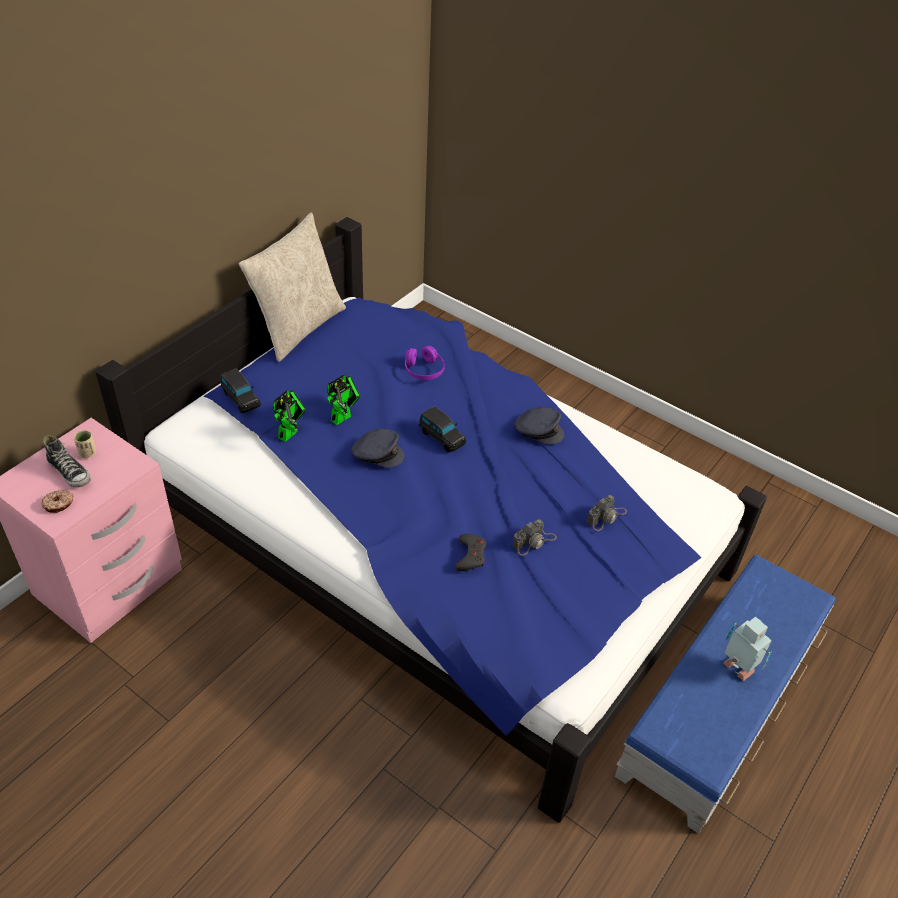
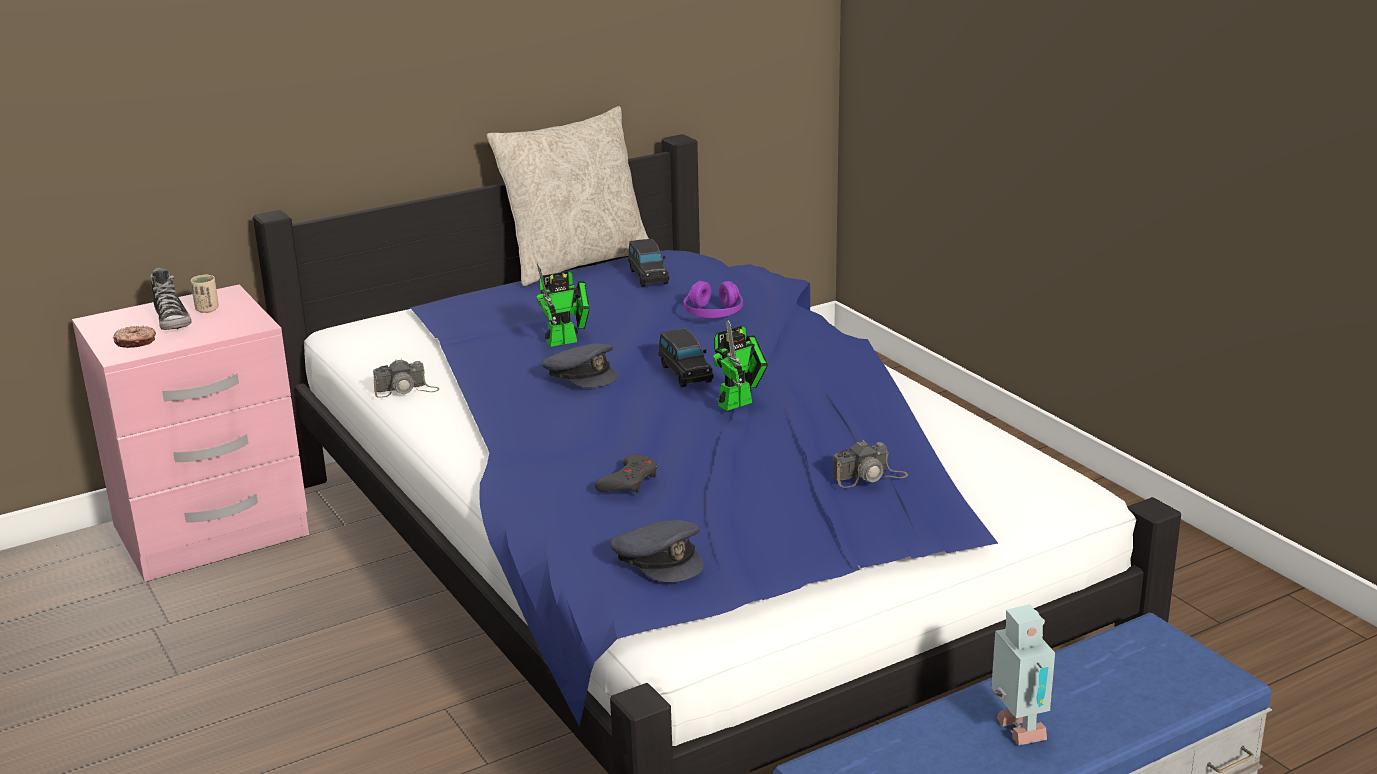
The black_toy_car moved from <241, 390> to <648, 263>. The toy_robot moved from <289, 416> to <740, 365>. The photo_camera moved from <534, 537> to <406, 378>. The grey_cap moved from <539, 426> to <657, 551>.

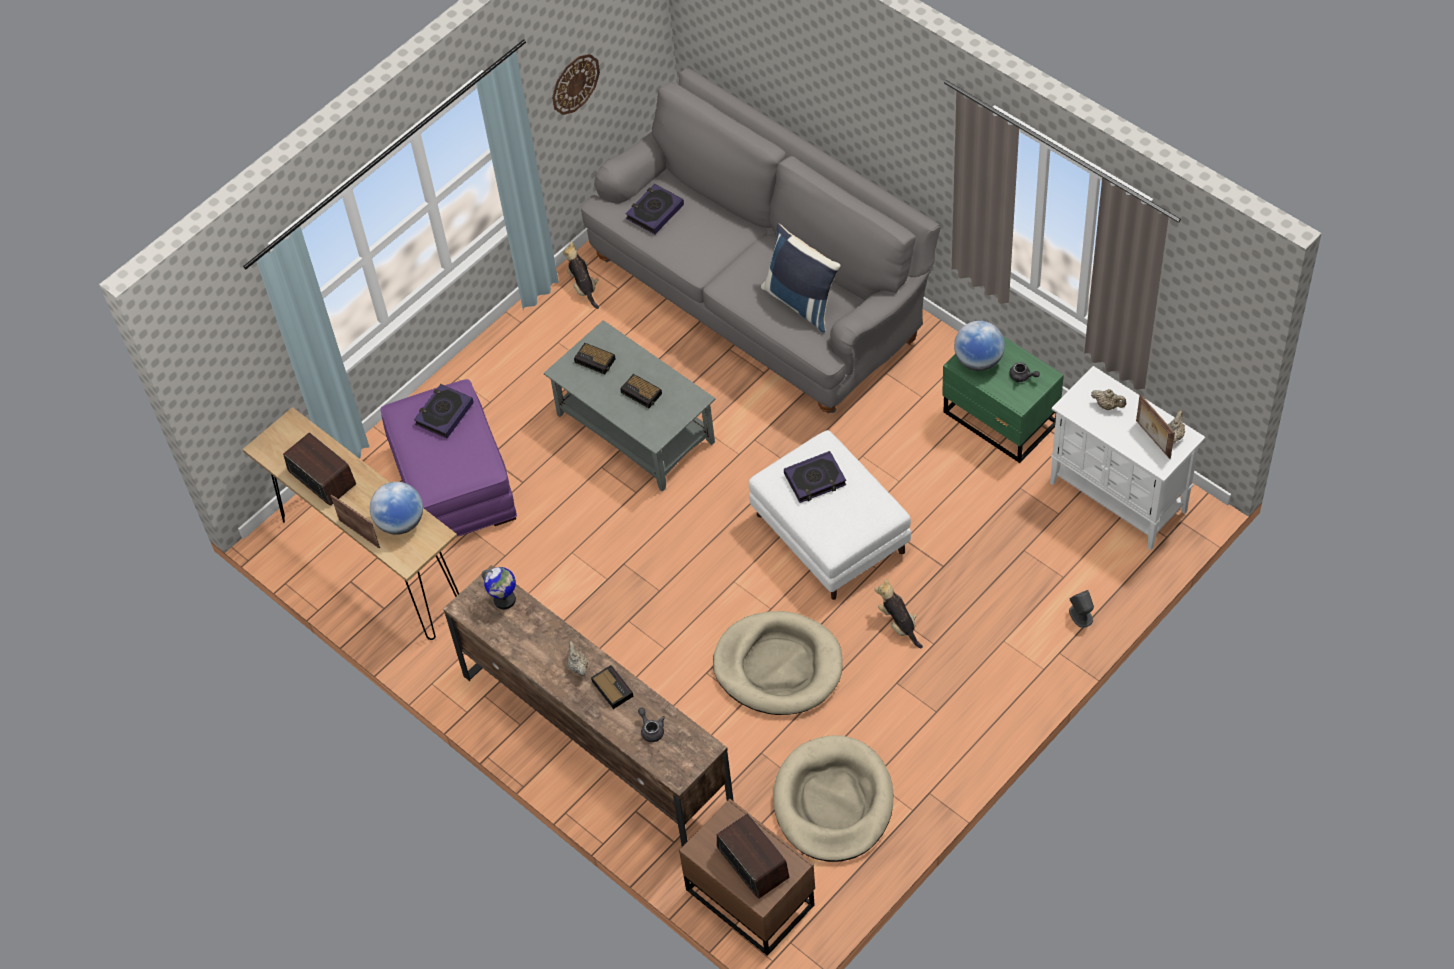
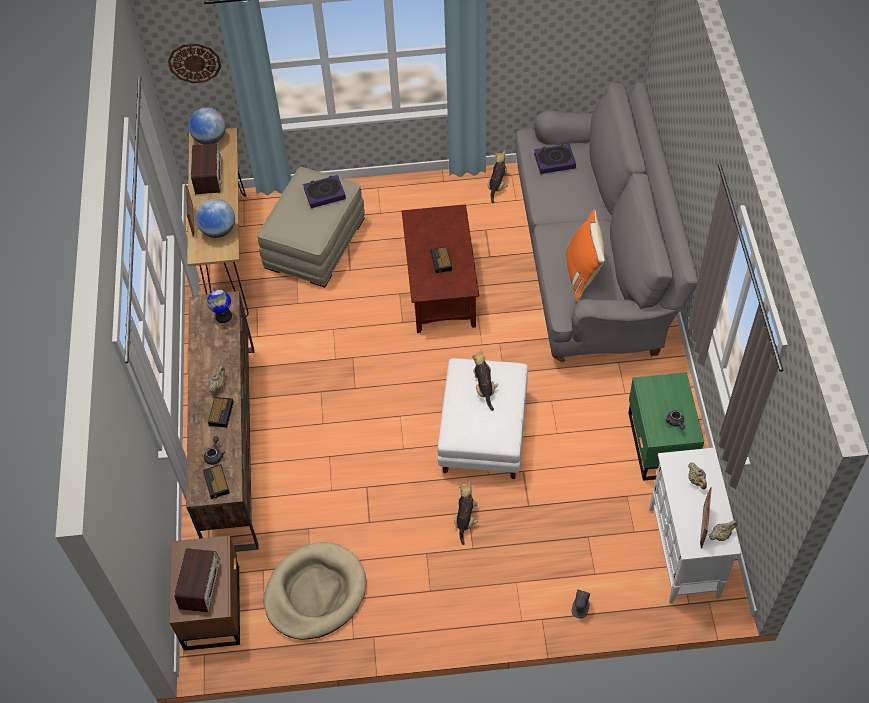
The purple_ottoman at <448, 458> became the beige_ottoman at <311, 227>. The grey_coffee_table at <629, 406> became the brown_coffee_table at <440, 268>. The wall_clock moved from <576, 84> to <194, 63>. The alarm_clock moved from <595, 358> to <216, 481>. The beige_dog_bed at <778, 663> disappeared. The blue_pillow at <801, 278> became the orange_pillow at <585, 255>. The book at <815, 477> was replaced by the plush_toy at <485, 380>. The globe moved from <979, 346> to <207, 126>.

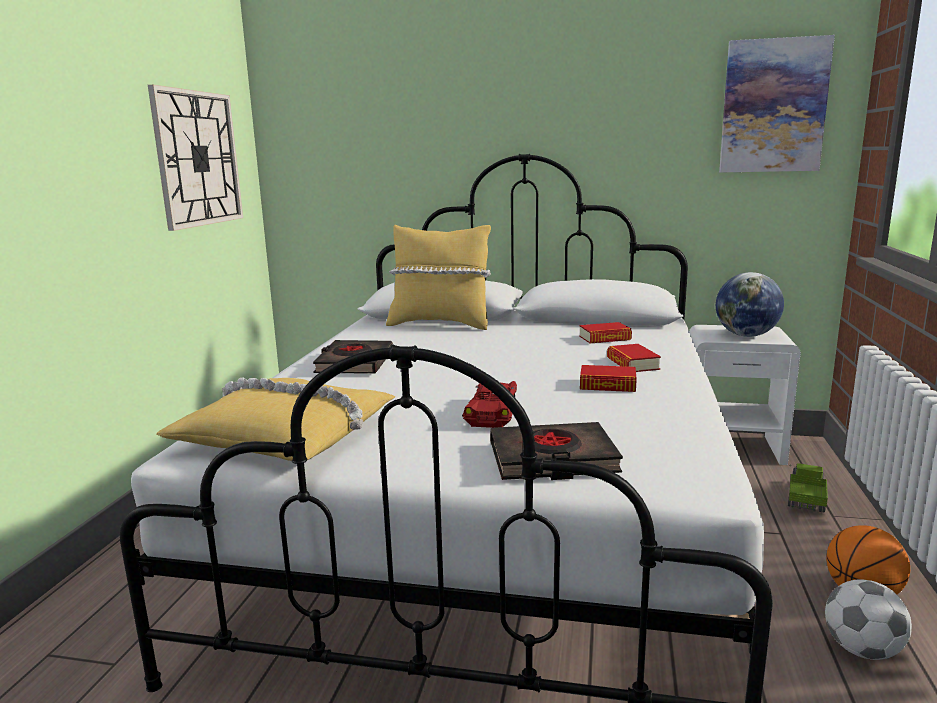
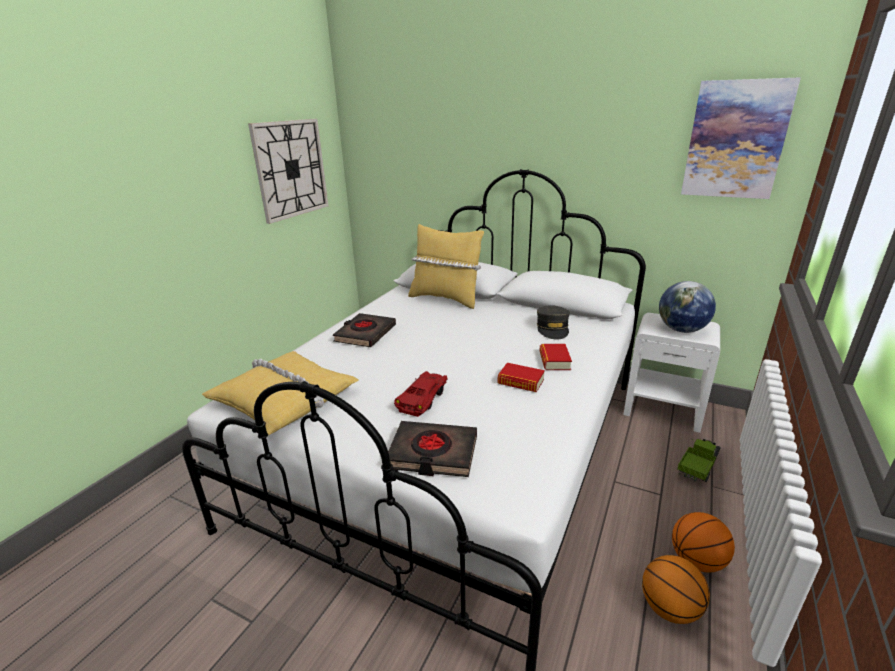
The book at <605, 332> was replaced by the grey_cap at <553, 322>. The football at <868, 619> was replaced by the basketball at <676, 589>.

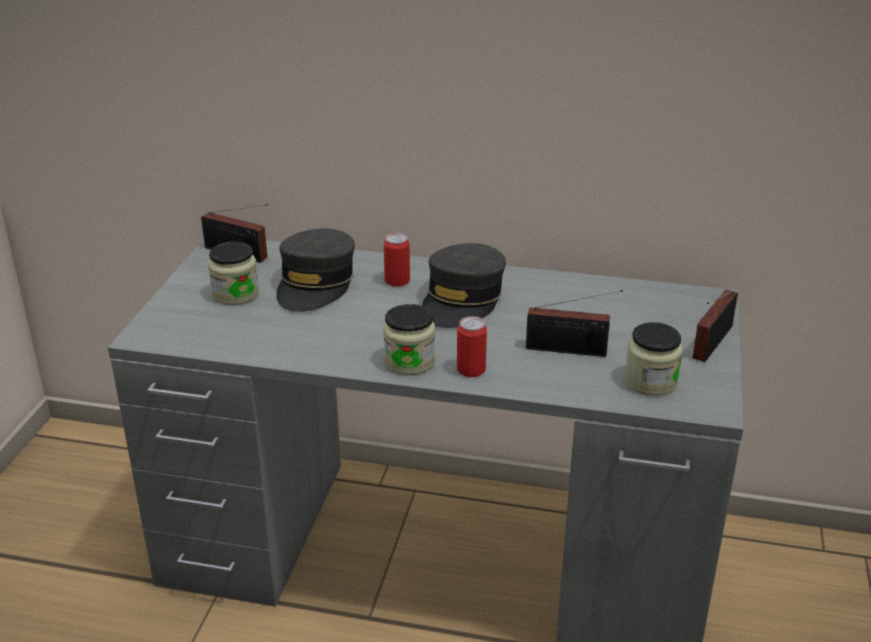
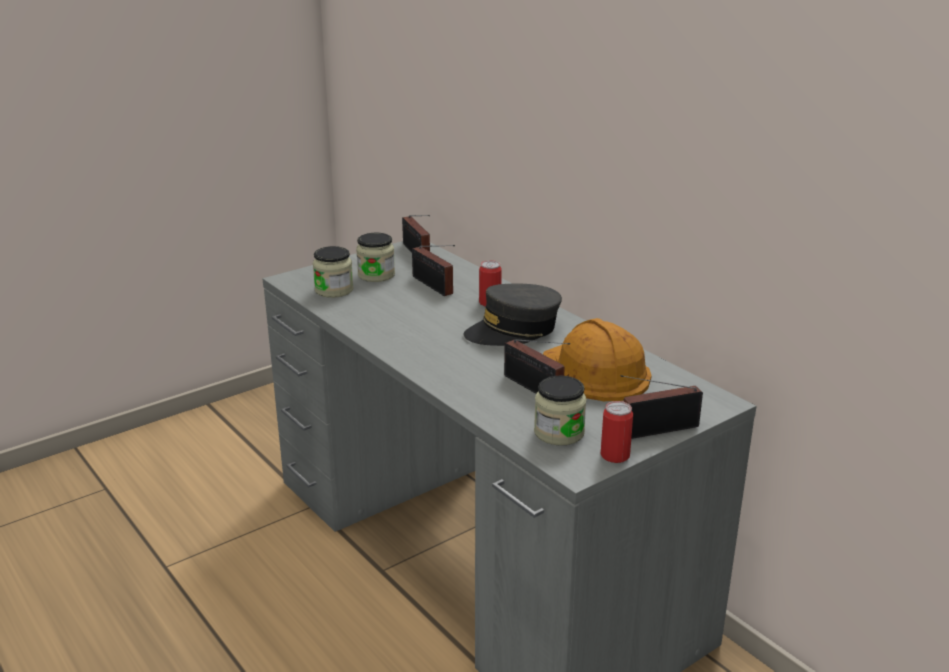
The grey_cap at <315, 270> was replaced by the radio at <433, 270>. The jar moved from <409, 339> to <333, 272>. The can moved from <472, 346> to <617, 432>. The orange_hard_hat at <597, 359> appeared.

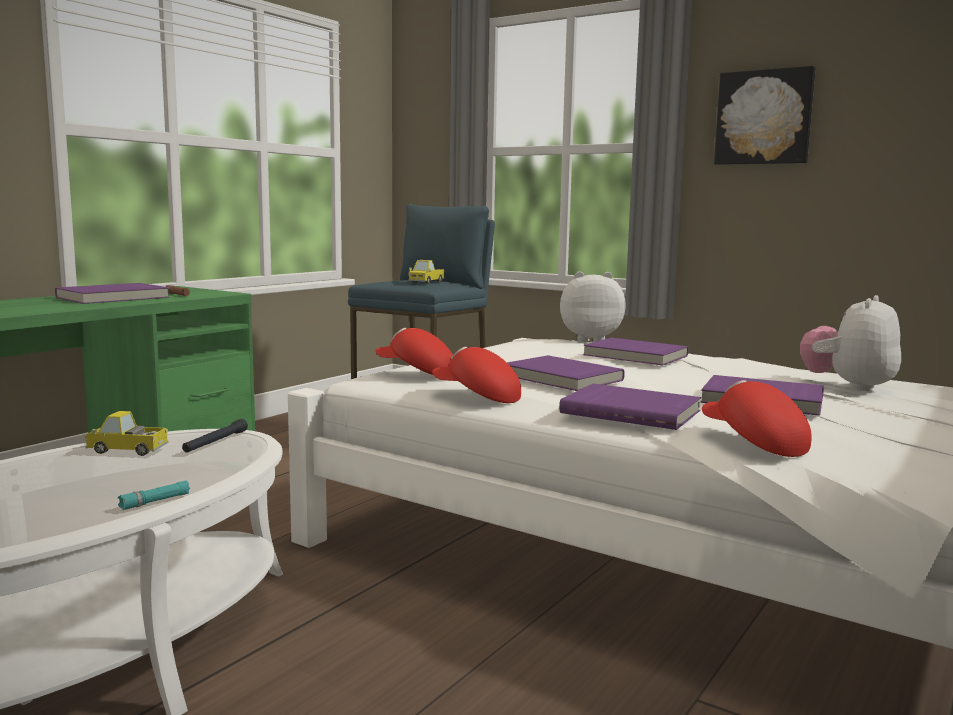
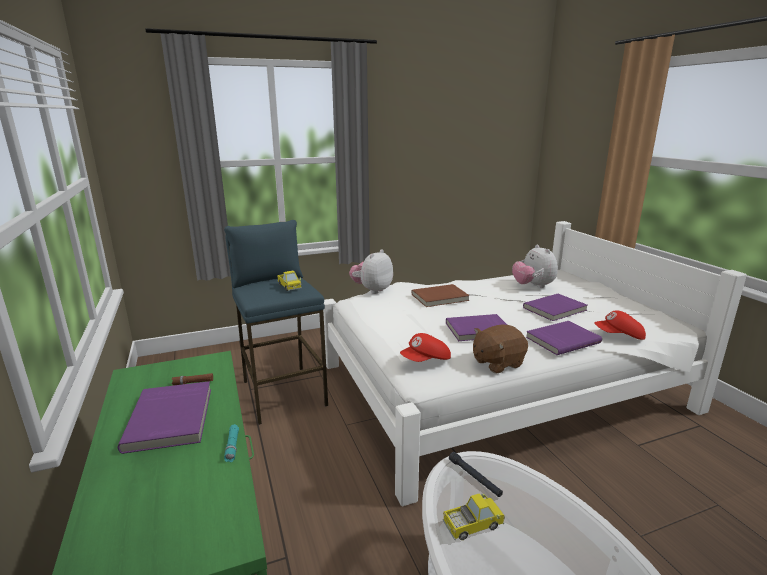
The toy_truck at <126, 433> turned 150 degrees counterclockwise. The turquoise_flashlight moved from <154, 495> to <231, 443>. The red_cap at <477, 374> was replaced by the brown_plush_toy at <500, 349>. The purple_book at <636, 351> became the brown_book at <441, 295>. The picture at <764, 115> disappeared.

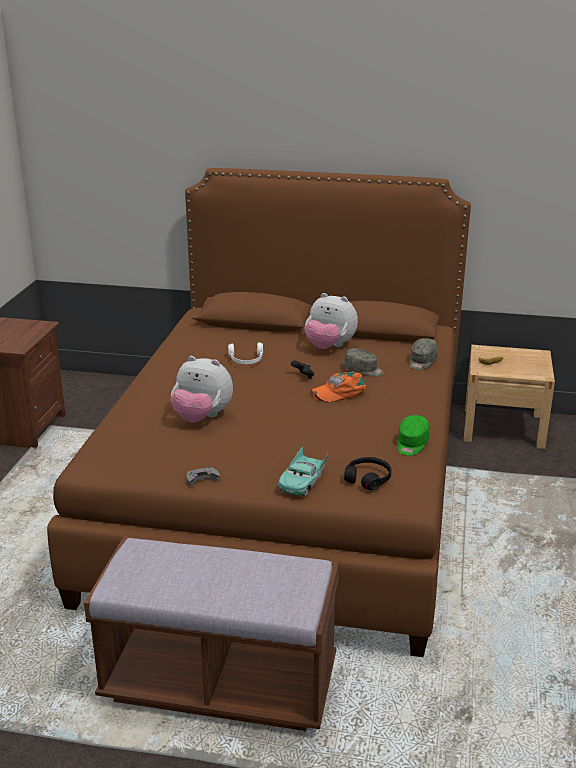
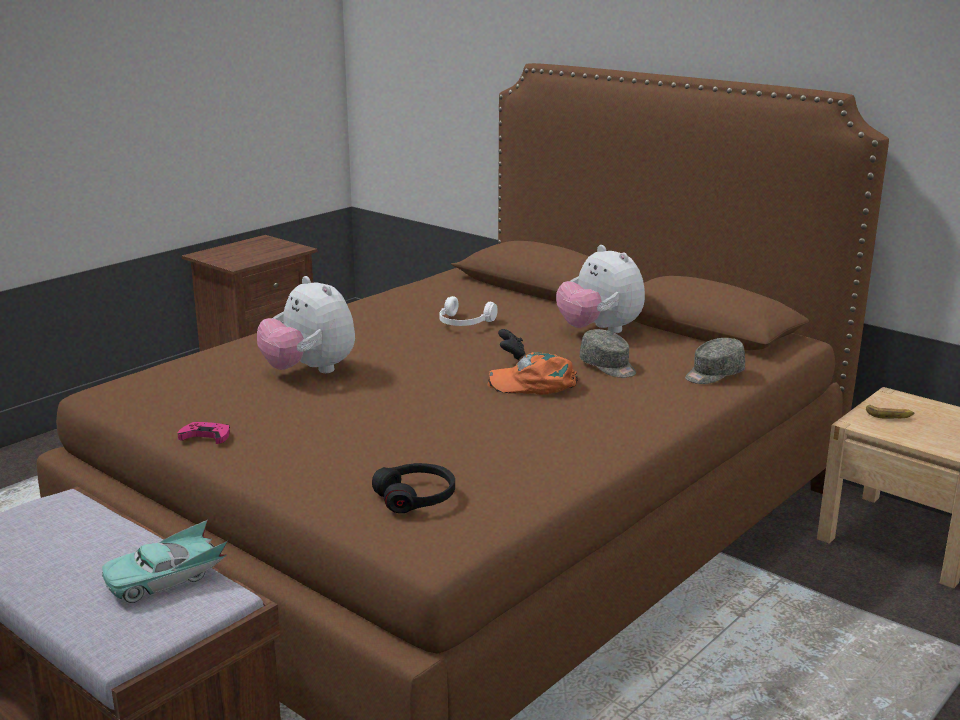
The grey_game_controller at <203, 476> became the pink_game_controller at <204, 433>. The turquoise_toy_car moved from <303, 471> to <165, 561>. The green_cap at <413, 435> disappeared.

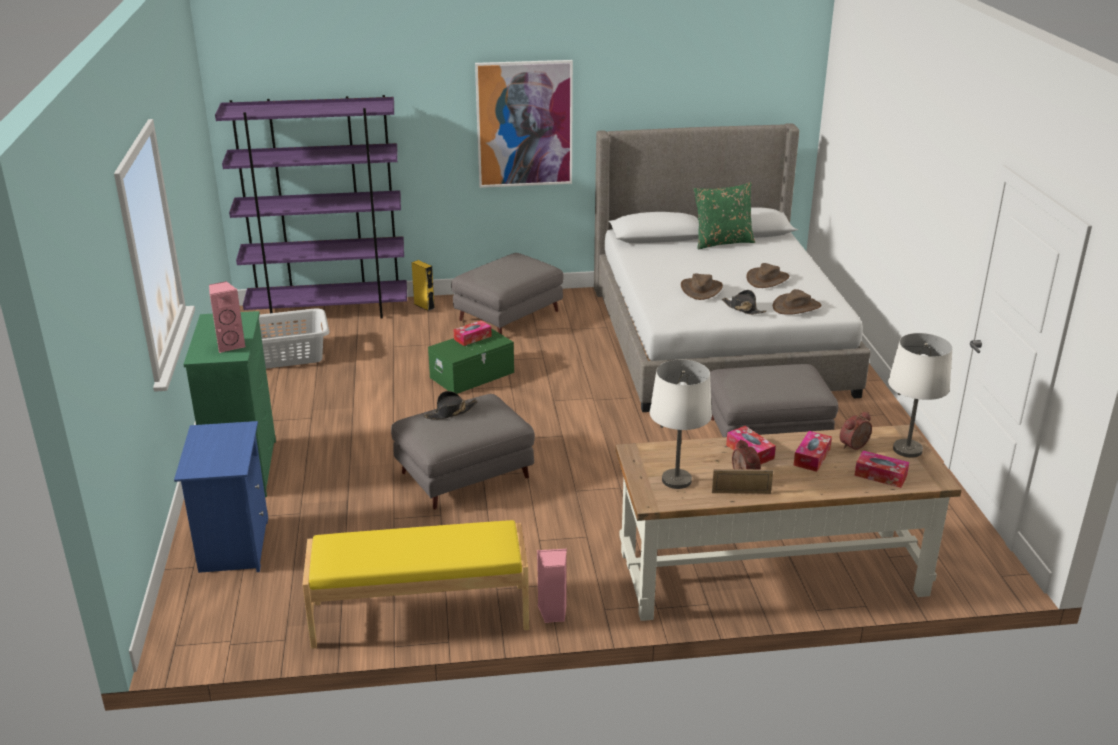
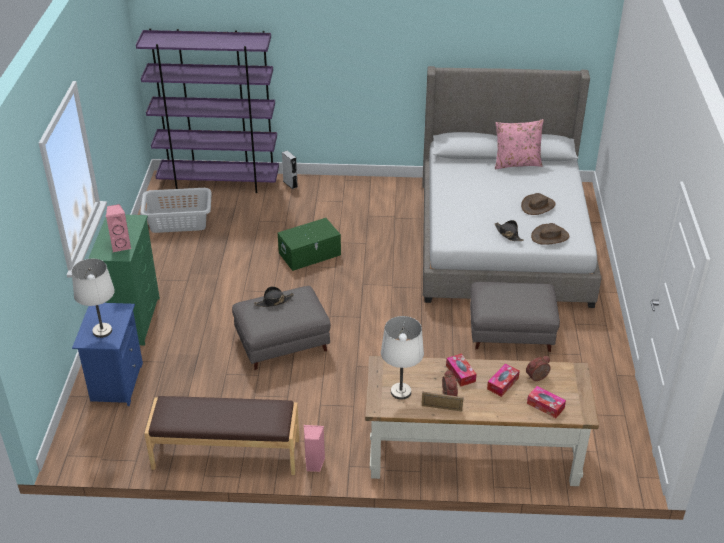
The yellow_bench at <415, 584> became the brown_bench at <222, 435>. The yellow_speaker at <423, 285> became the grey_speaker at <290, 170>. The grey_ottoman at <507, 293> disappeared. The tissue_box at <472, 333> disappeared. The picture at <524, 124> disappeared. The brown_hat at <702, 286> disappeared. The green_pillow at <724, 215> became the pink_pillow at <519, 144>. The white_table_lamp moved from <920, 395> to <93, 298>.

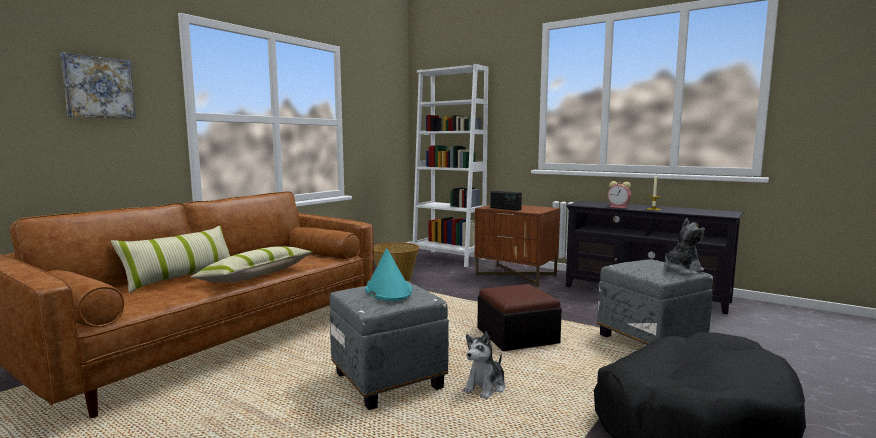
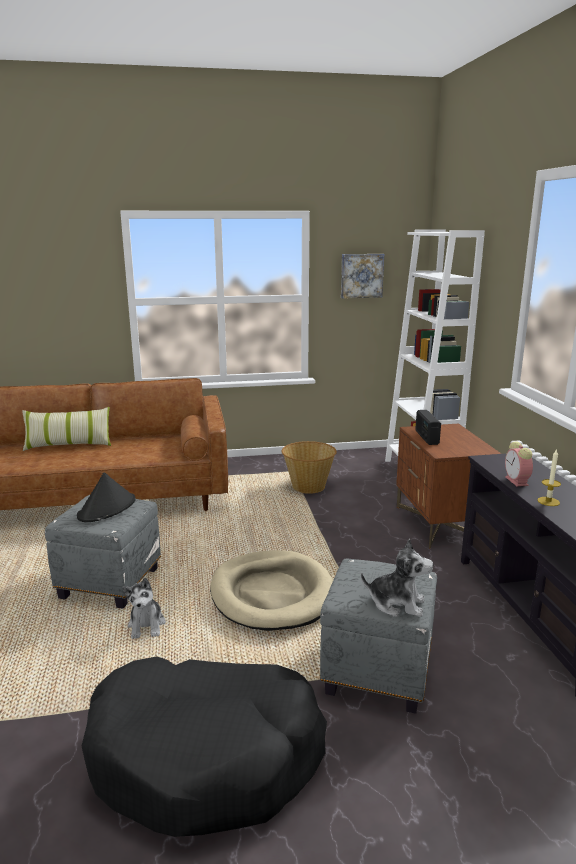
The picture moved from <98, 85> to <362, 276>. The pillow at <252, 264> disappeared. The turquoise_hat at <388, 274> became the black_hat at <106, 497>. The plush_toy at <484, 365> turned 90 degrees counterclockwise. The ottoman at <519, 317> was replaced by the beige_dog_bed at <271, 590>.

